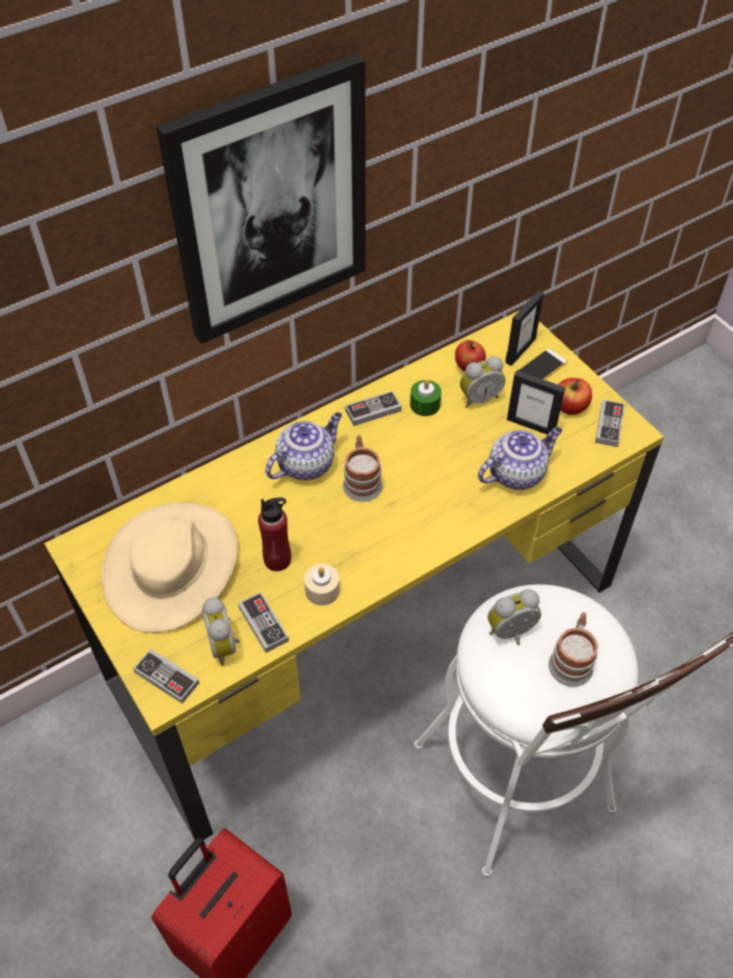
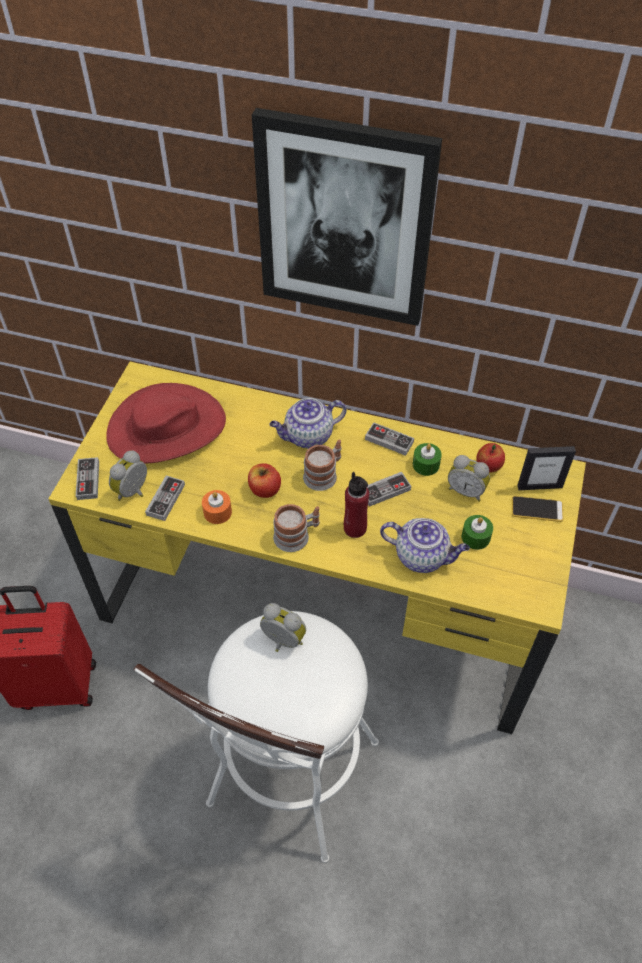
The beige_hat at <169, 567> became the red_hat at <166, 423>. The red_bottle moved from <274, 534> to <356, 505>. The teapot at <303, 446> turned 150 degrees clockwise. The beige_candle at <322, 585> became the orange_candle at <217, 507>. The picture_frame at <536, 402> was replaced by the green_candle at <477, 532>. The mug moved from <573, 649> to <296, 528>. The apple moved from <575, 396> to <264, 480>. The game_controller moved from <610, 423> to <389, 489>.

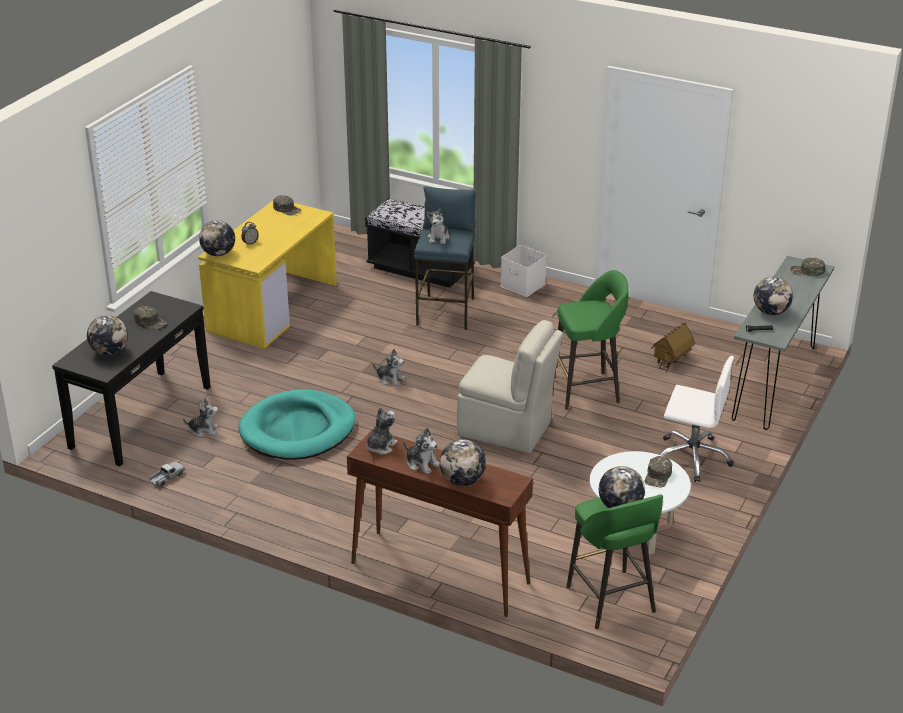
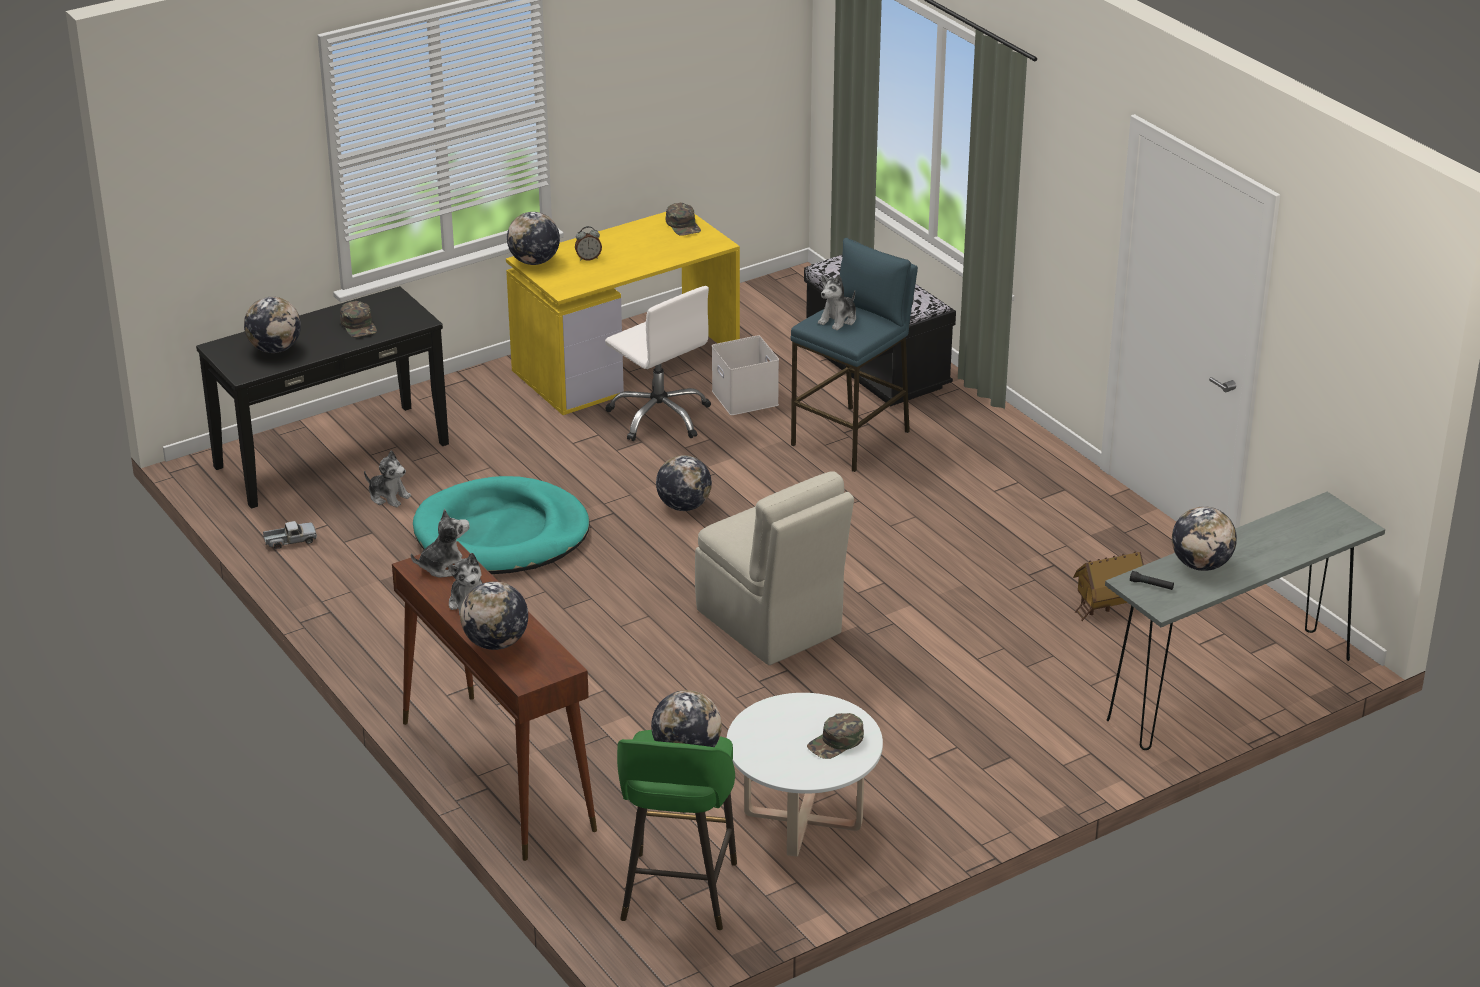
The plush_toy at <389, 367> was replaced by the globe at <684, 483>. The white_storage_box moved from <523, 271> to <745, 375>. The green_stool at <591, 340> disappeared. The white_office_chair moved from <697, 419> to <658, 363>. The green_cap at <807, 267> disappeared.

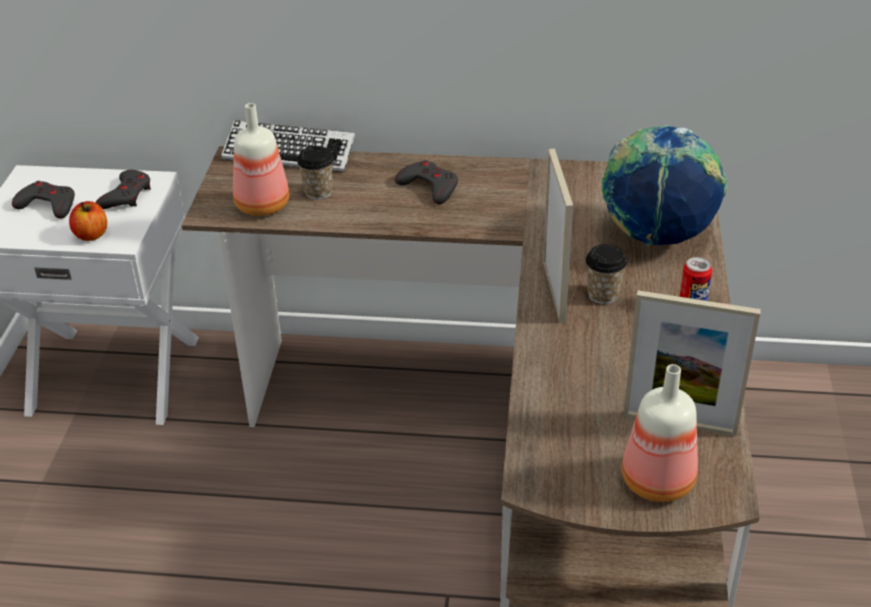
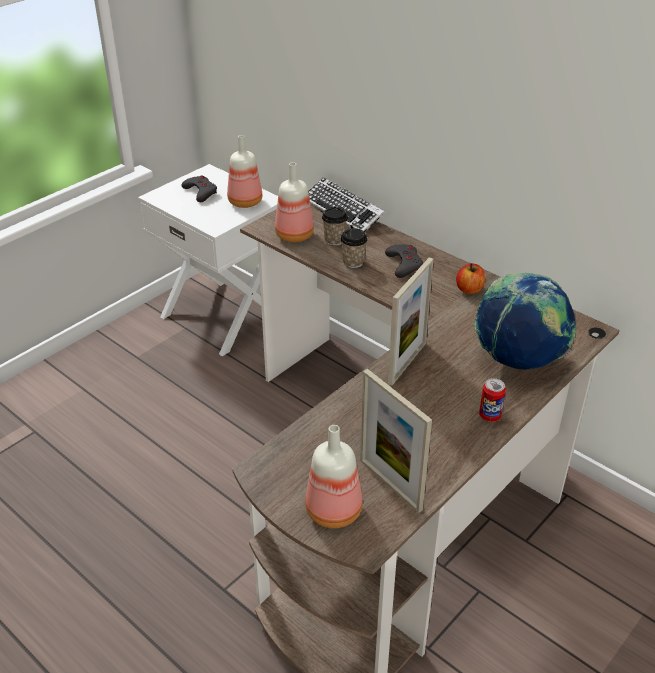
The apple moved from <88, 221> to <470, 278>. The grey_game_controller at <123, 189> was replaced by the bottle at <244, 171>. The cup moved from <606, 274> to <354, 248>.

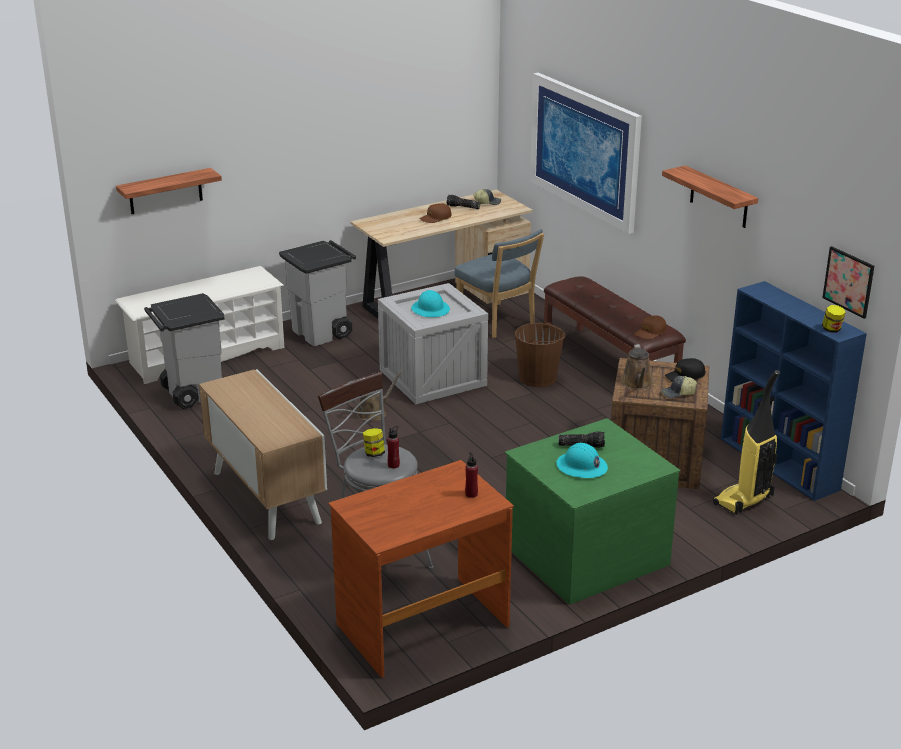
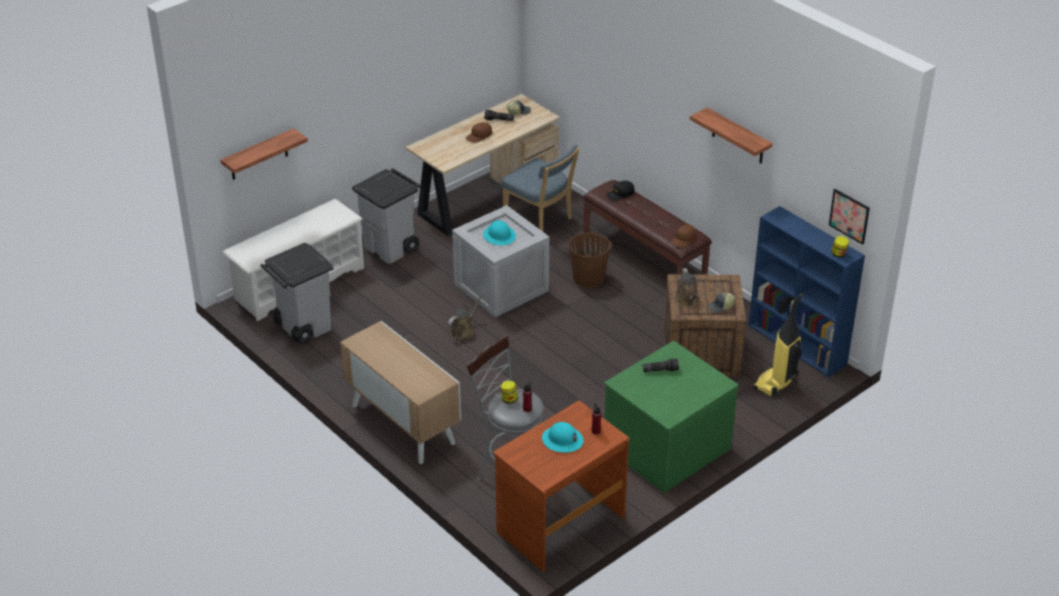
The picture at <586, 153> disappeared. The turquoise_hard_hat moved from <582, 460> to <563, 437>. The black_cap moved from <685, 369> to <620, 191>.

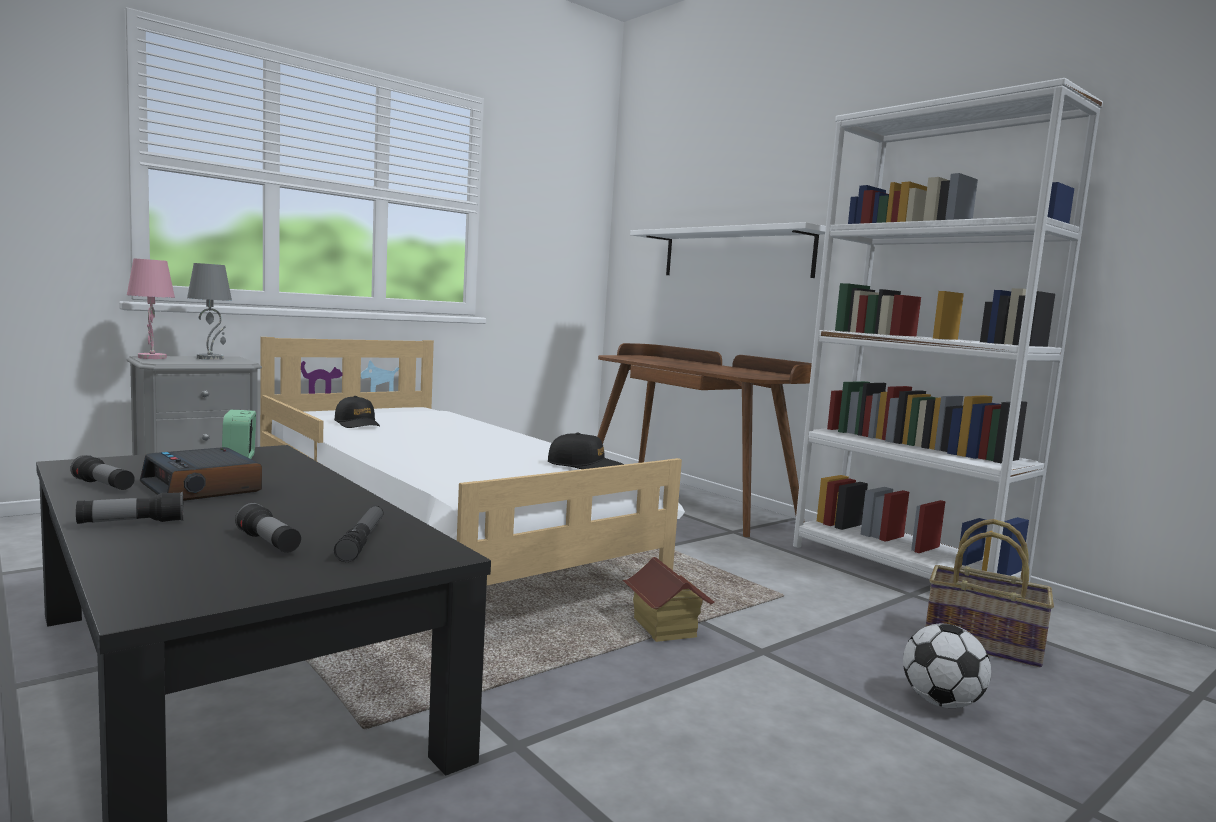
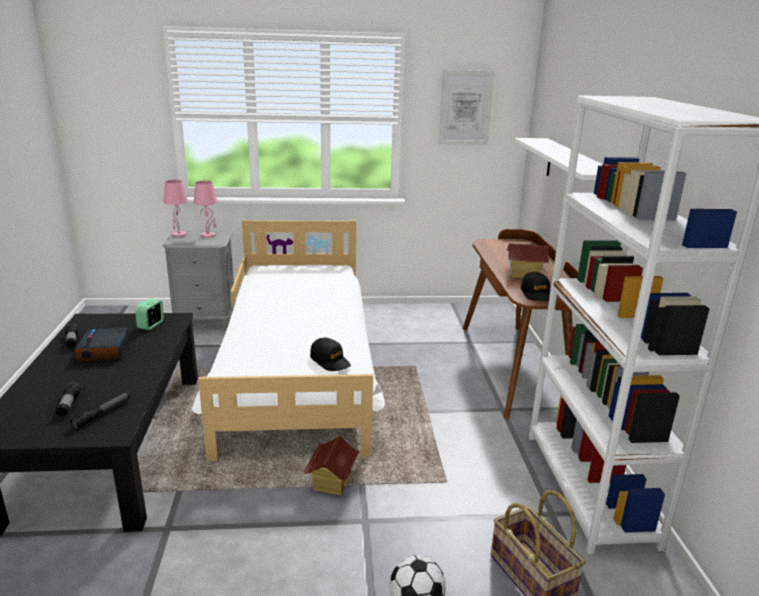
The flashlight at <129, 508> disappeared. The grey_table_lamp at <209, 311> became the pink_table_lamp at <205, 209>. The black_cap moved from <357, 412> to <535, 286>. The picture at <467, 107> appeared. The toy_house at <528, 261> appeared.

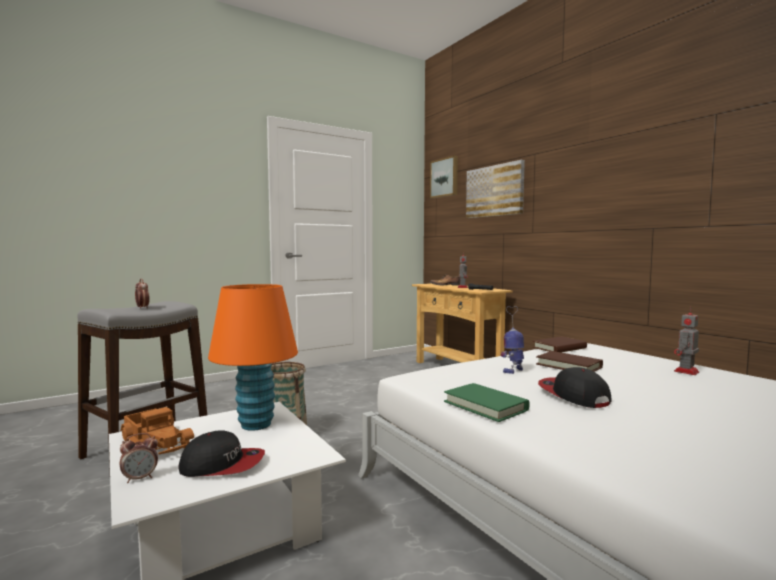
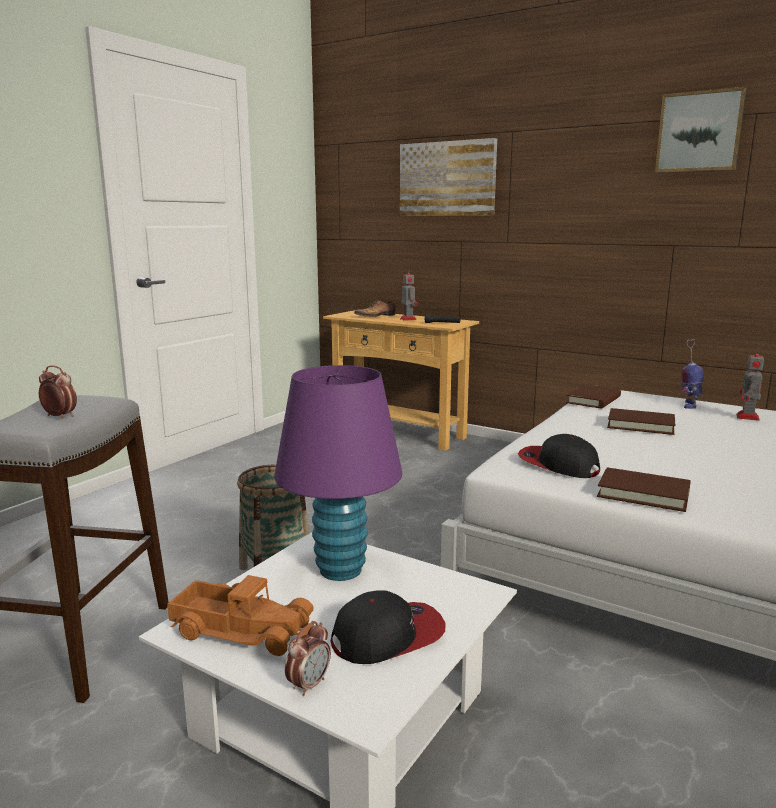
The orange_table_lamp at <253, 357> became the purple_table_lamp at <338, 473>. The picture moved from <444, 177> to <700, 130>. The green_book at <487, 402> became the brown_book at <644, 489>. The toy_robot moved from <512, 340> to <692, 374>. The cap moved from <575, 387> to <559, 456>.

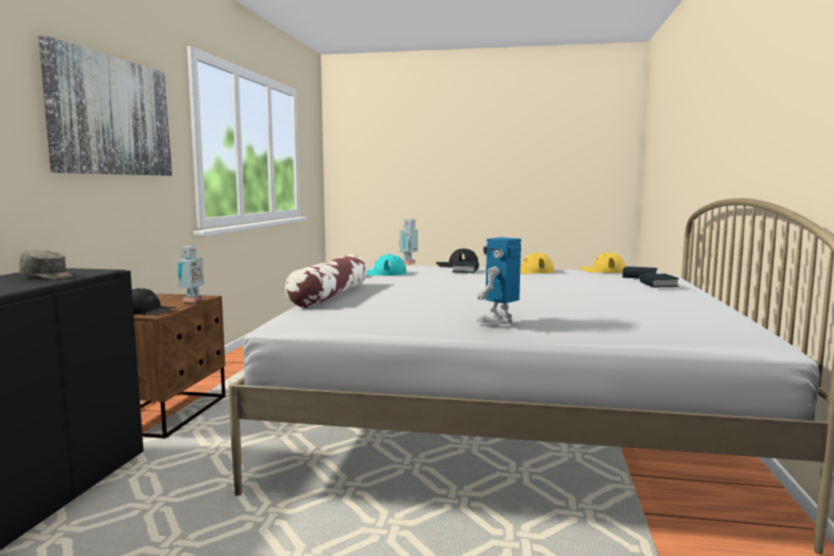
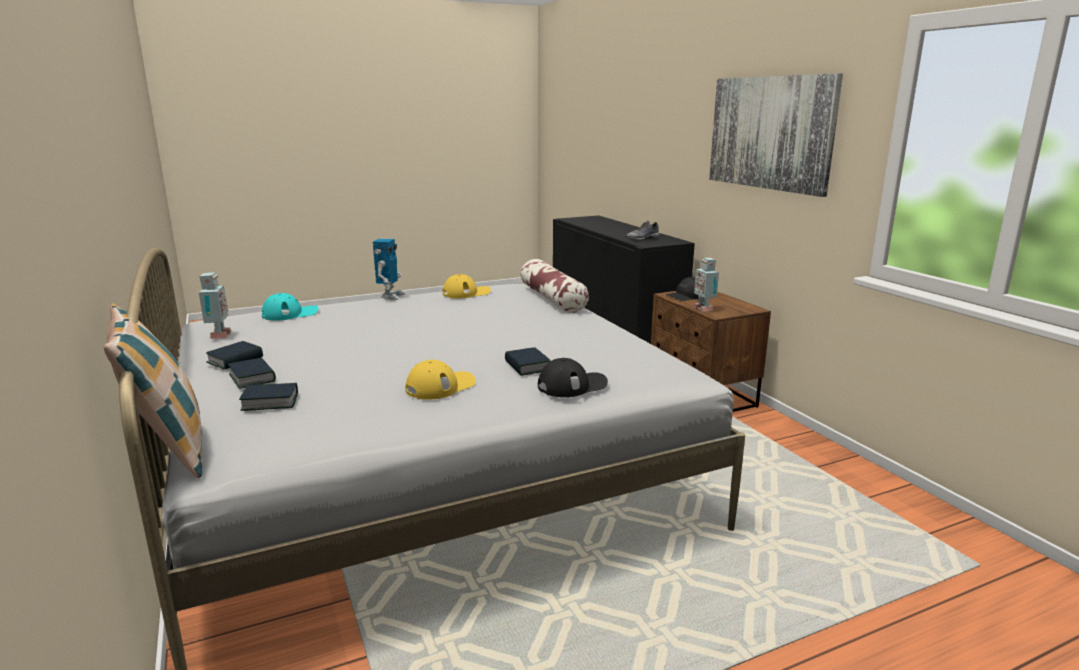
The grey_cap at <46, 264> was replaced by the grey_shoe at <643, 230>. The turquoise_cap moved from <387, 265> to <290, 307>. The toy_robot moved from <409, 242> to <215, 305>. The yellow_cap moved from <602, 262> to <467, 286>. The pillow at <152, 390> appeared. The book at <234, 355> appeared.

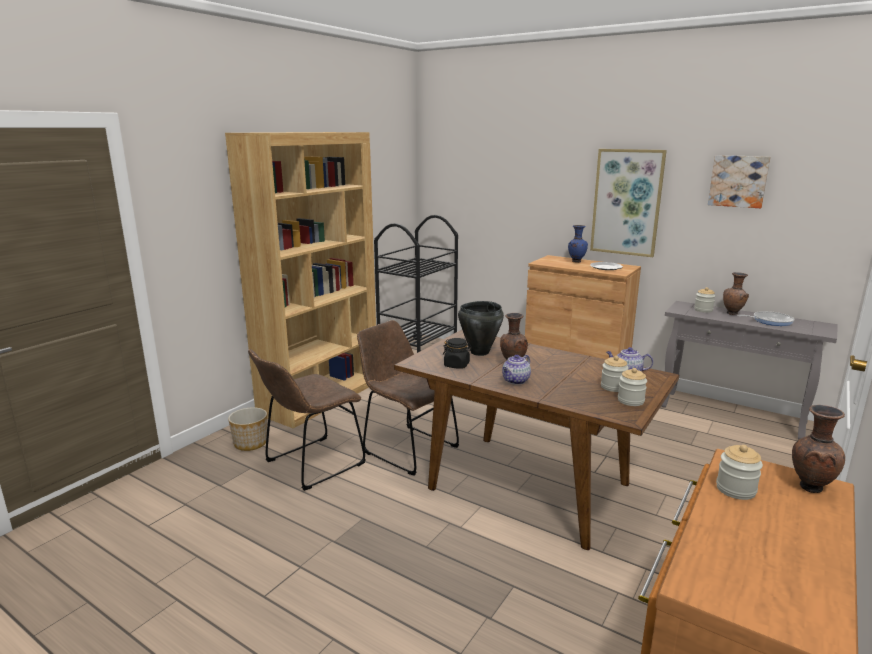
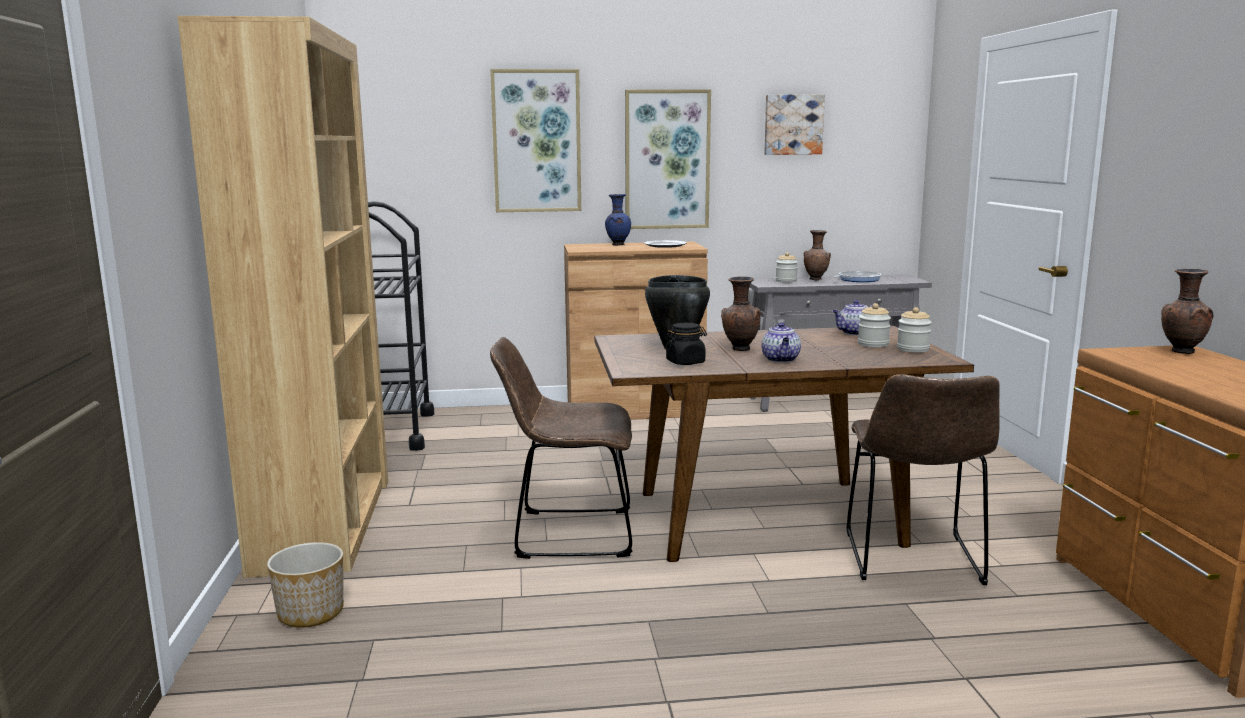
The brown_chair moved from <307, 420> to <923, 479>. The jar at <739, 472> disappeared. The picture at <535, 140> appeared.

